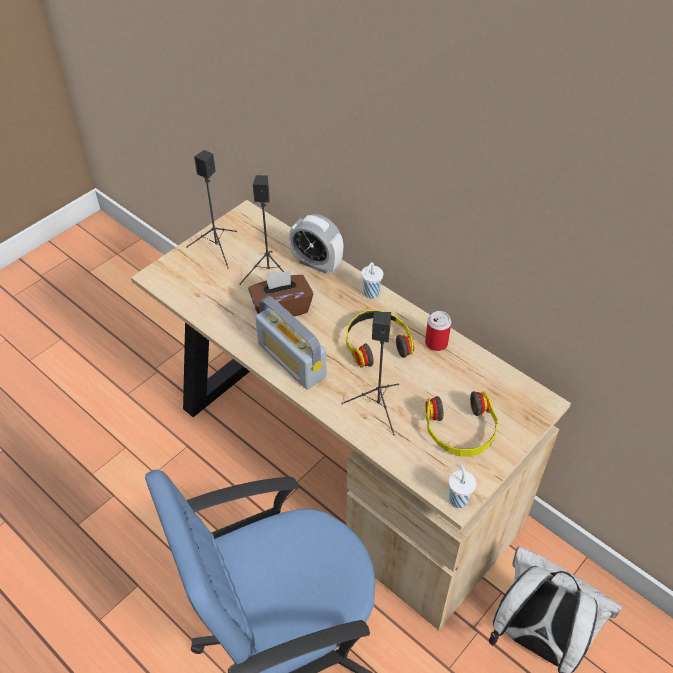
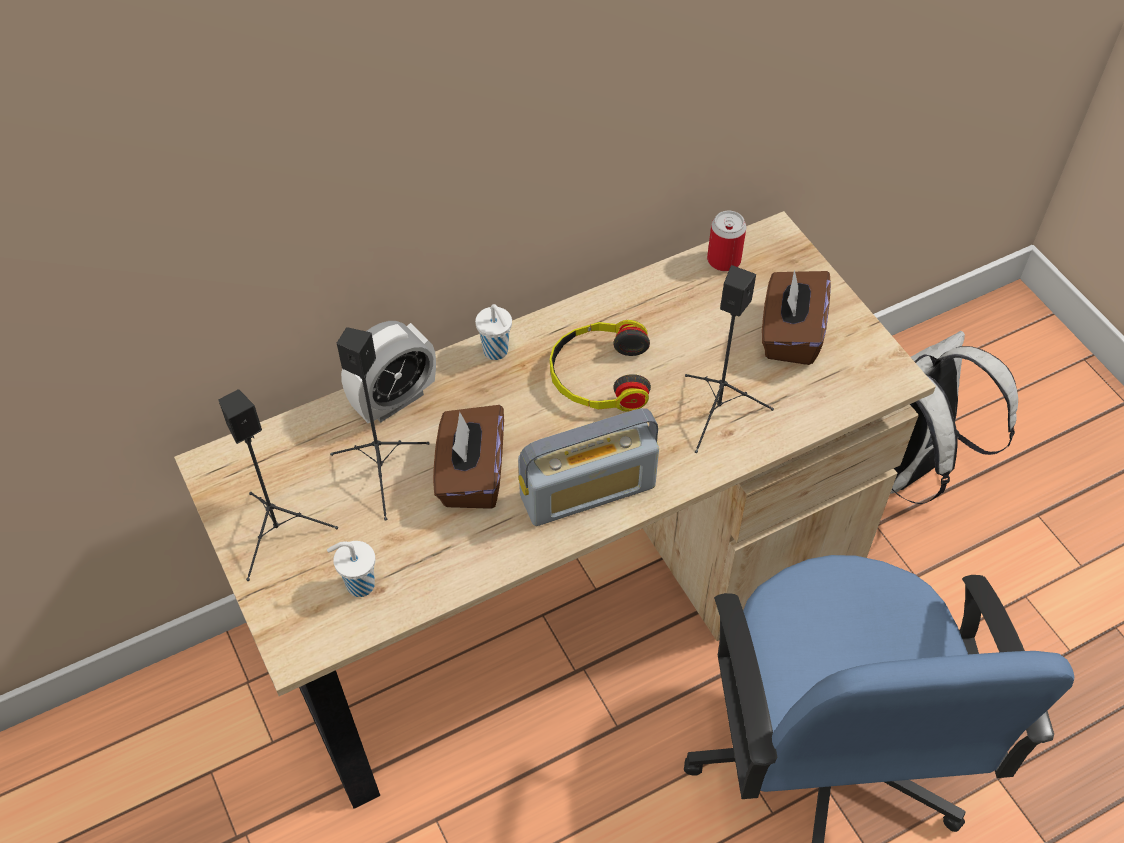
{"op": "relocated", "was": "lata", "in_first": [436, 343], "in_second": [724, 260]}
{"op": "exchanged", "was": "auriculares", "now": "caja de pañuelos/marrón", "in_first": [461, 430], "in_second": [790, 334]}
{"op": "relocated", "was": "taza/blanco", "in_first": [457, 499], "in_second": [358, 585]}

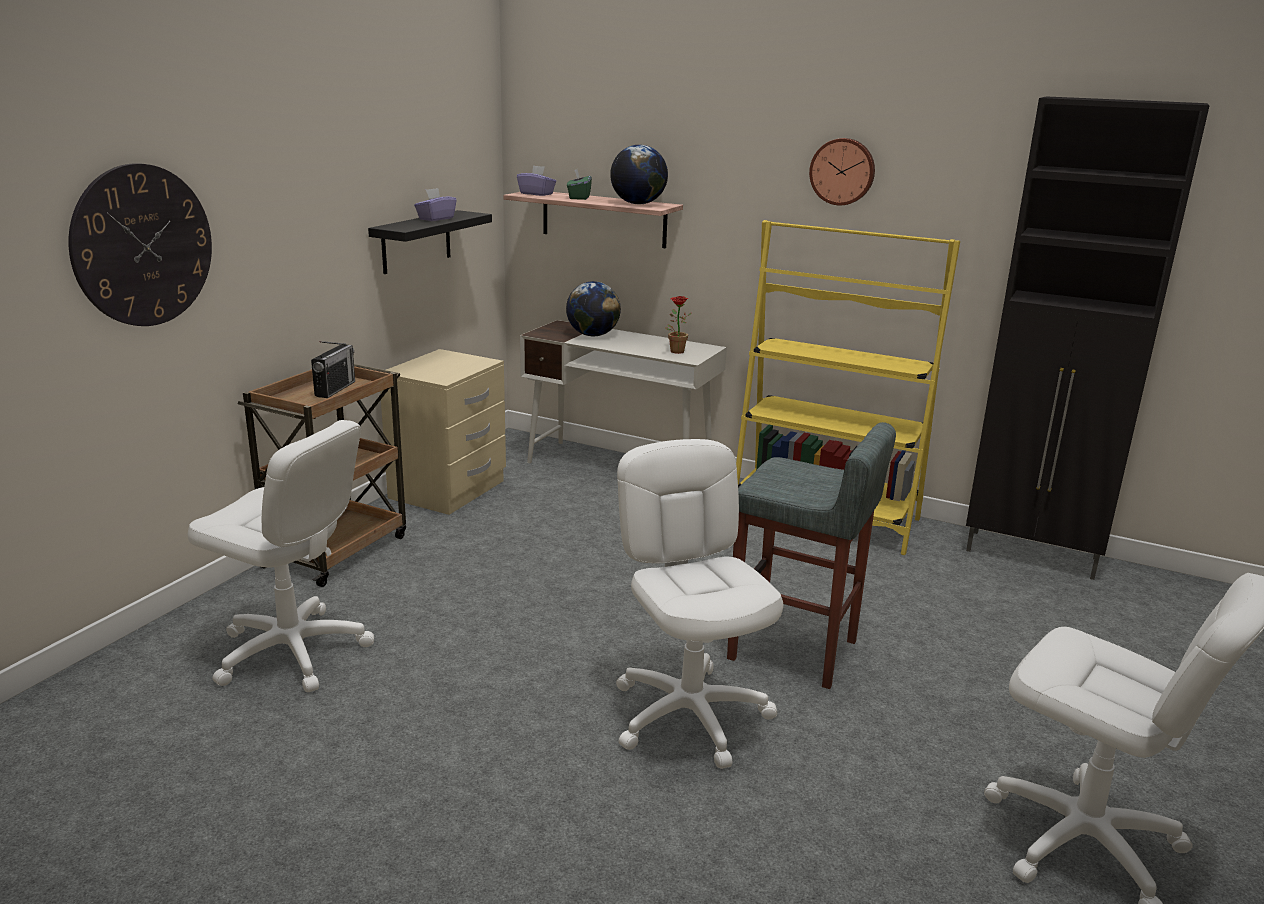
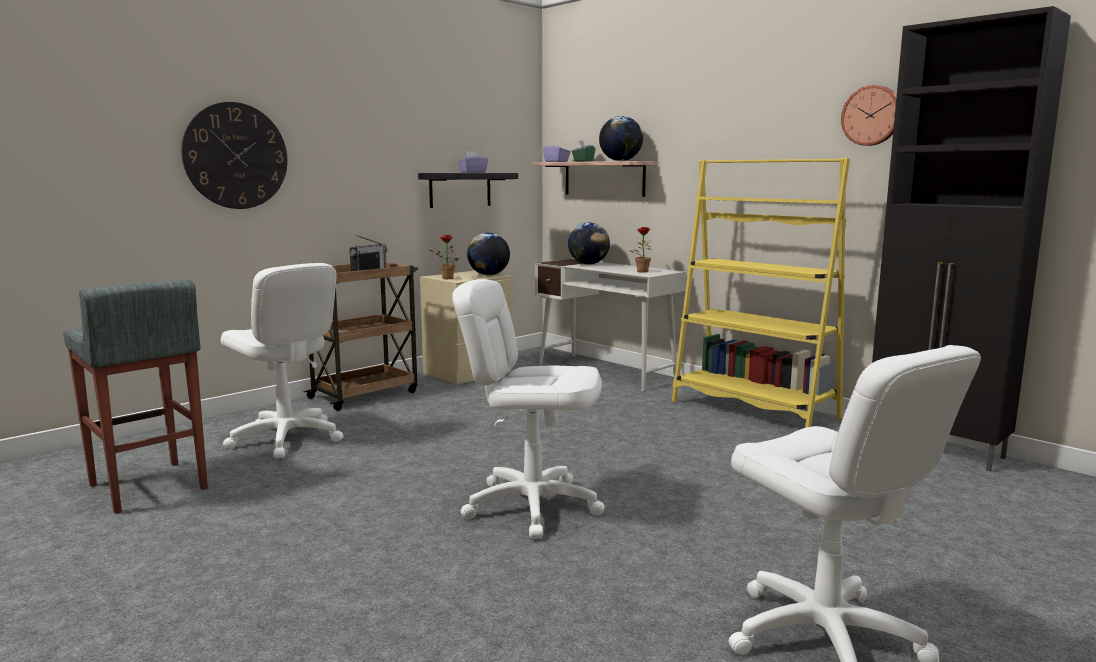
{"op": "relocated", "was": "reloj de pared", "in_first": [842, 171], "in_second": [872, 115]}
{"op": "relocated", "was": "taburete/gris", "in_first": [794, 651], "in_second": [147, 487]}
{"op": "spun", "was": "silla de oficina/blanco", "in_first": [690, 715], "in_second": [532, 506], "clockwise": -75}
{"op": "appeared", "now": "globo terráqueo", "in_second": [488, 275]}
{"op": "appeared", "now": "planta en maceta", "in_second": [445, 278]}

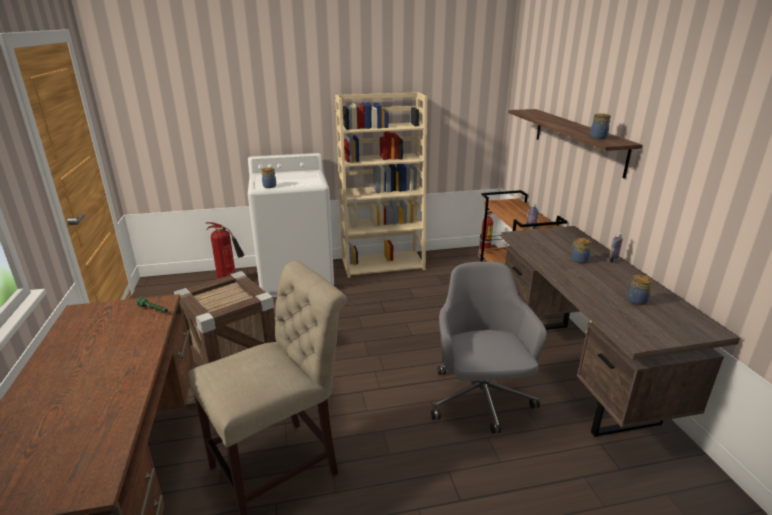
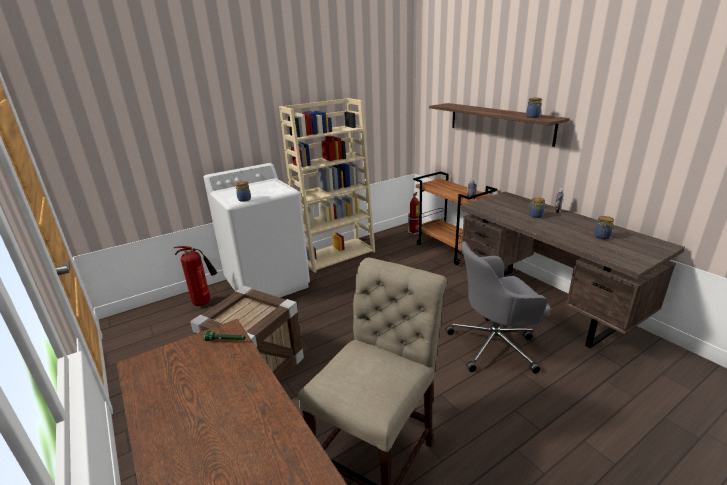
{"op": "spun", "was": "silla de oficina/gris", "in_first": [480, 400], "in_second": [495, 345], "clockwise": -75}

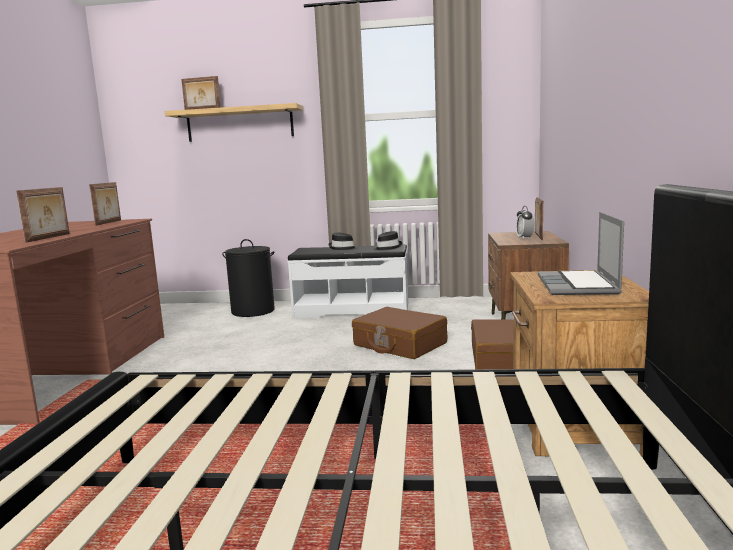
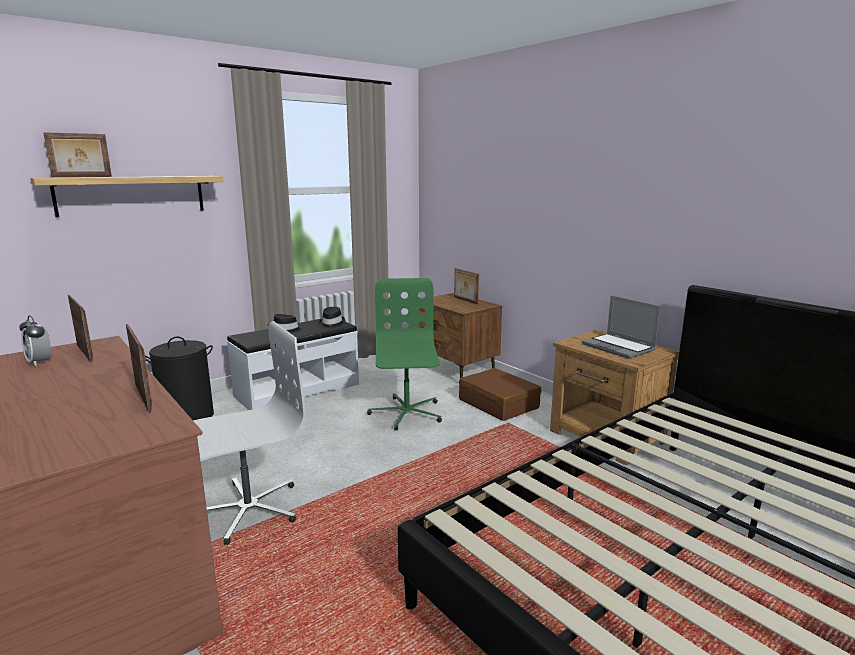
{"op": "relocated", "was": "despertador", "in_first": [524, 238], "in_second": [39, 362]}
{"op": "exchanged", "was": "maleta/marrón", "now": "silla de oficina/verde", "in_first": [399, 344], "in_second": [406, 413]}
{"op": "appeared", "now": "silla de oficina/blanco", "in_second": [247, 509]}

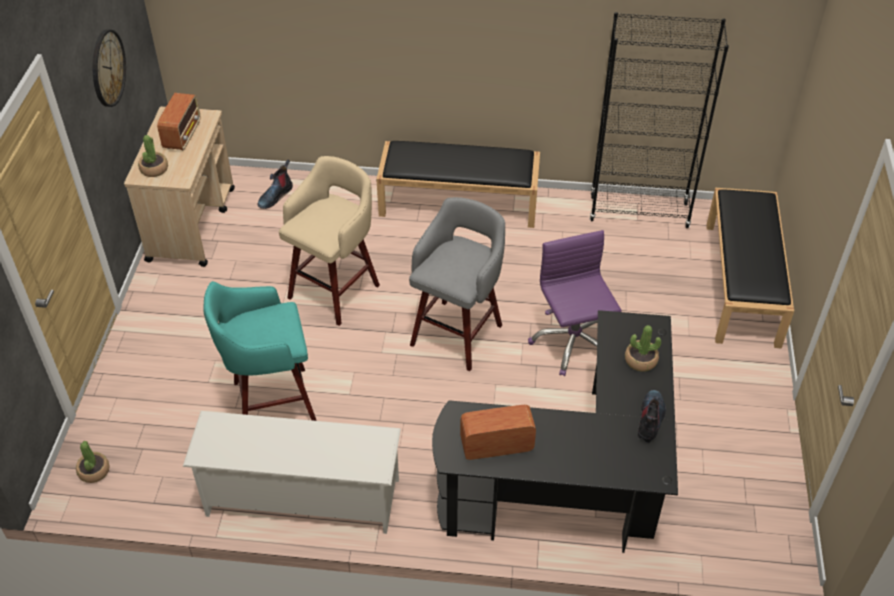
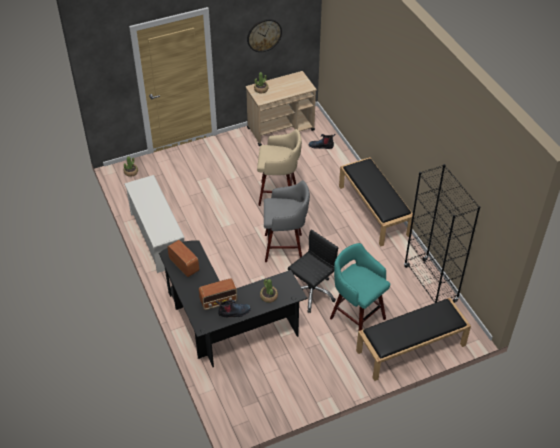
{"op": "relocated", "was": "radio", "in_first": [183, 135], "in_second": [219, 301]}
{"op": "colour", "was": "silla de oficina/morado", "now": "silla de oficina/negro", "in_first": [572, 343], "in_second": [311, 292]}
{"op": "relocated", "was": "taburete/turquesa", "in_first": [271, 402], "in_second": [356, 317]}

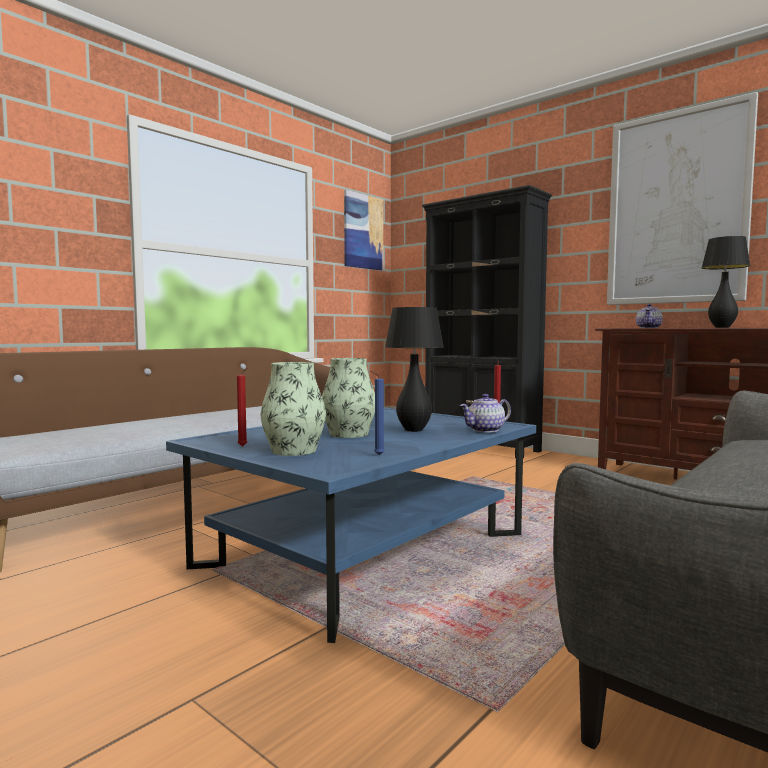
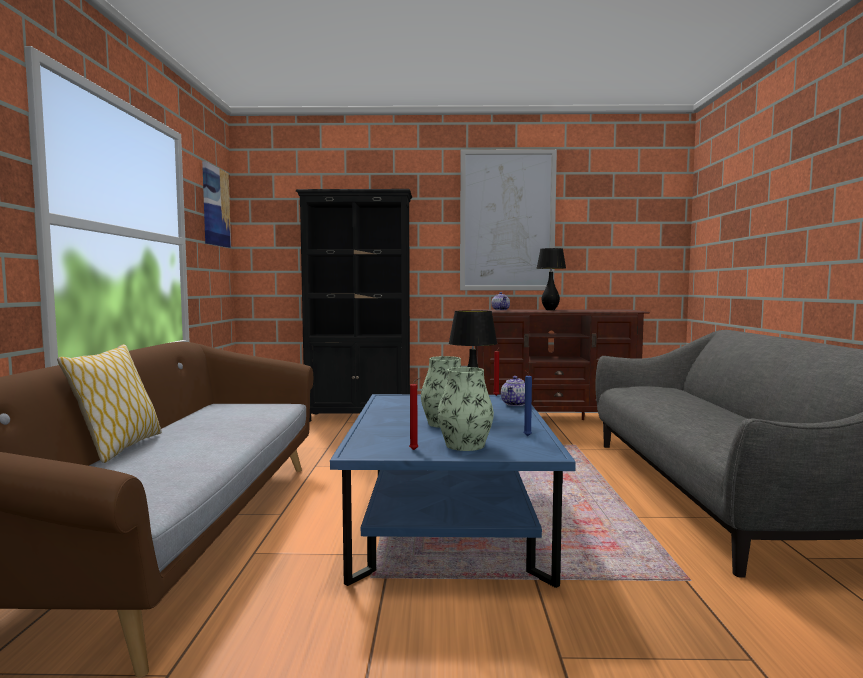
{"op": "appeared", "now": "cojín", "in_second": [119, 448]}

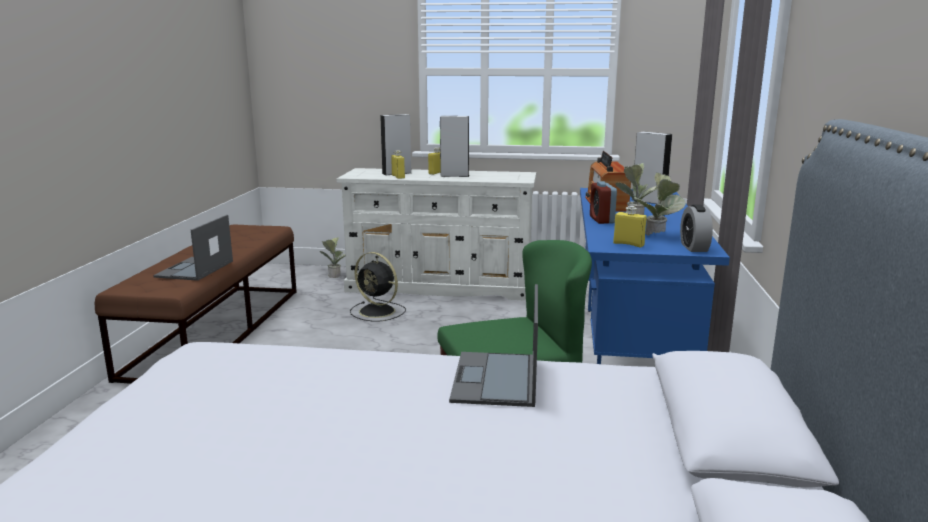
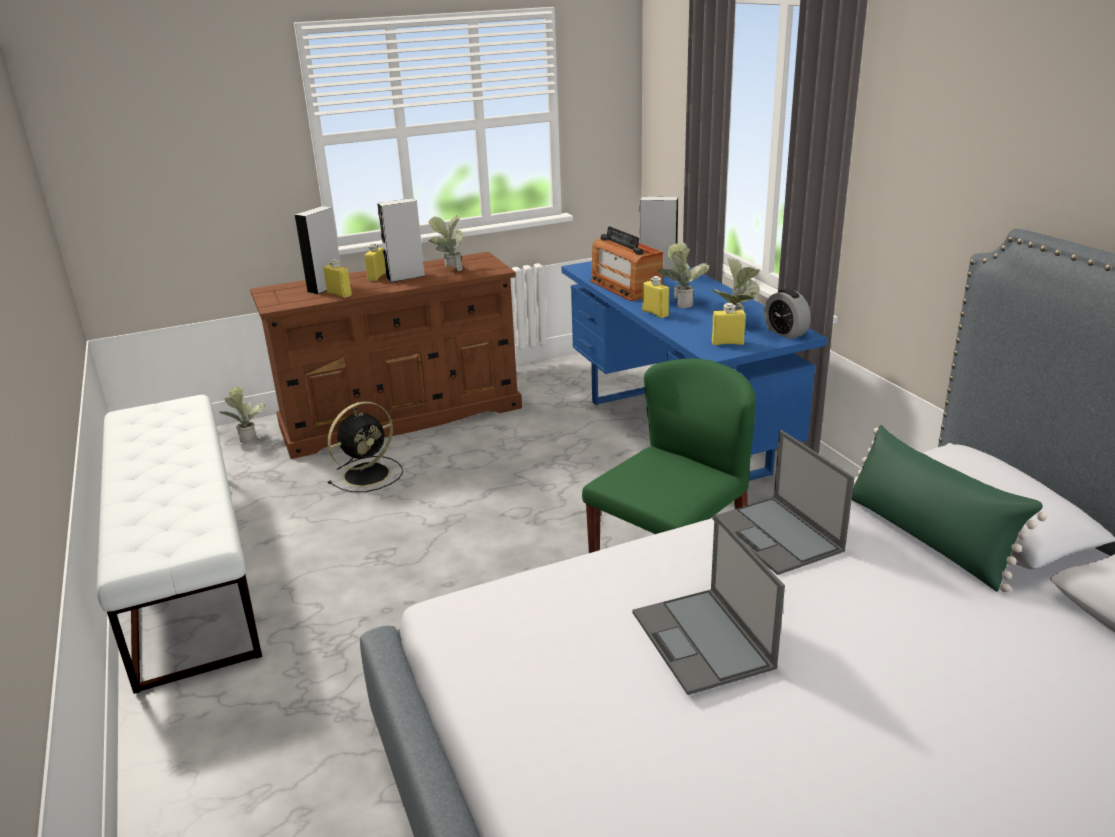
{"op": "colour", "was": "cómoda/blanco", "now": "cómoda/marrón", "in_first": [441, 286], "in_second": [403, 416]}
{"op": "exchanged", "was": "despertador", "now": "botella/amarillo", "in_first": [601, 220], "in_second": [655, 313]}
{"op": "relocated", "was": "portátil", "in_first": [194, 269], "in_second": [703, 641]}
{"op": "colour", "was": "banco/marrón", "now": "banco/blanco", "in_first": [217, 330], "in_second": [187, 567]}
{"op": "spun", "was": "ventilador/negro", "in_first": [378, 311], "in_second": [368, 474], "clockwise": -45}
{"op": "appeared", "now": "planta en maceta", "in_second": [449, 270]}
{"op": "appeared", "now": "cojín/verde", "in_second": [926, 538]}

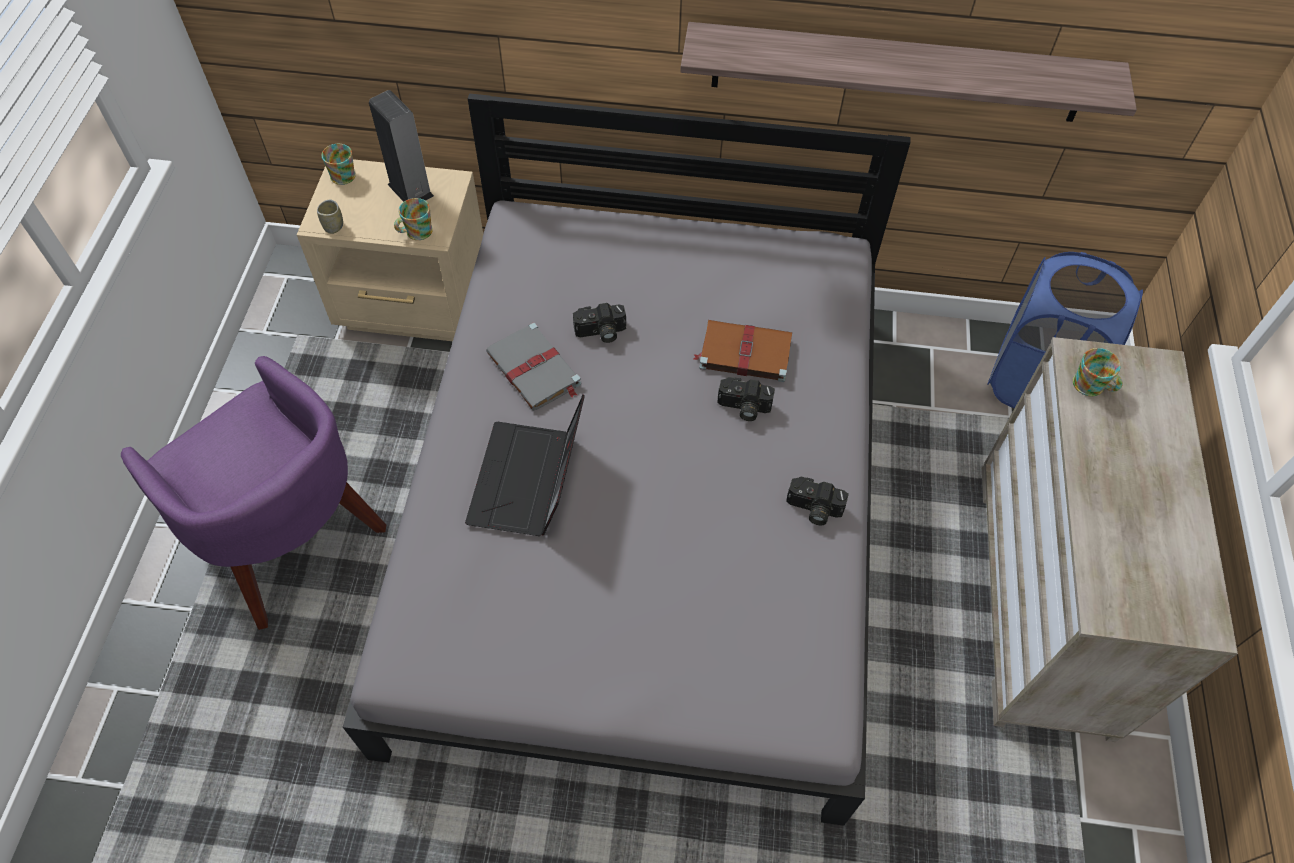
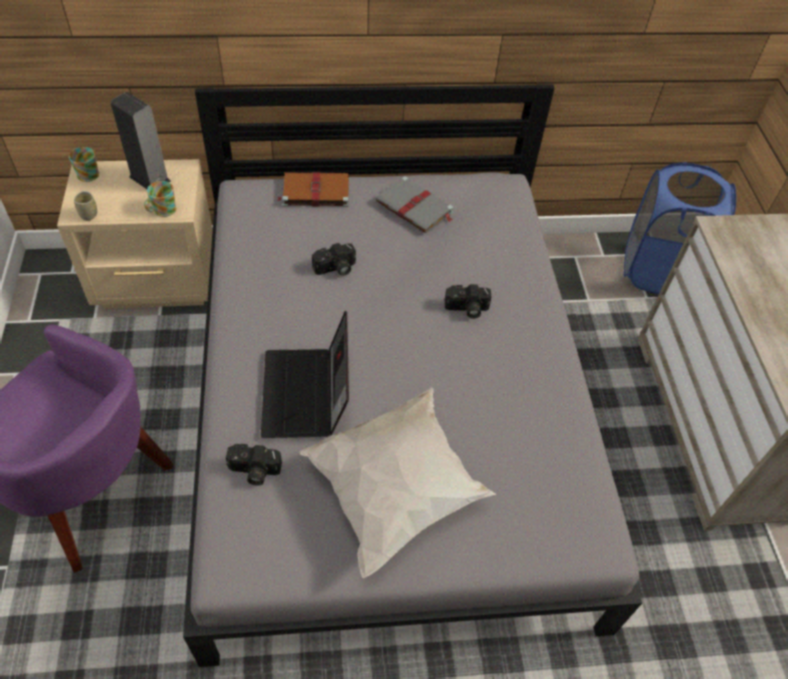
{"op": "missing", "was": "estante", "in_first": [897, 72]}
{"op": "relocated", "was": "libro/marrón", "in_first": [743, 352], "in_second": [314, 191]}
{"op": "relocated", "was": "libro/gris", "in_first": [535, 370], "in_second": [415, 208]}
{"op": "missing", "was": "taza grande", "in_first": [1092, 387]}
{"op": "relocated", "was": "cámara", "in_first": [813, 509], "in_second": [253, 471]}
{"op": "appeared", "now": "cojín/blanco", "in_second": [396, 489]}

